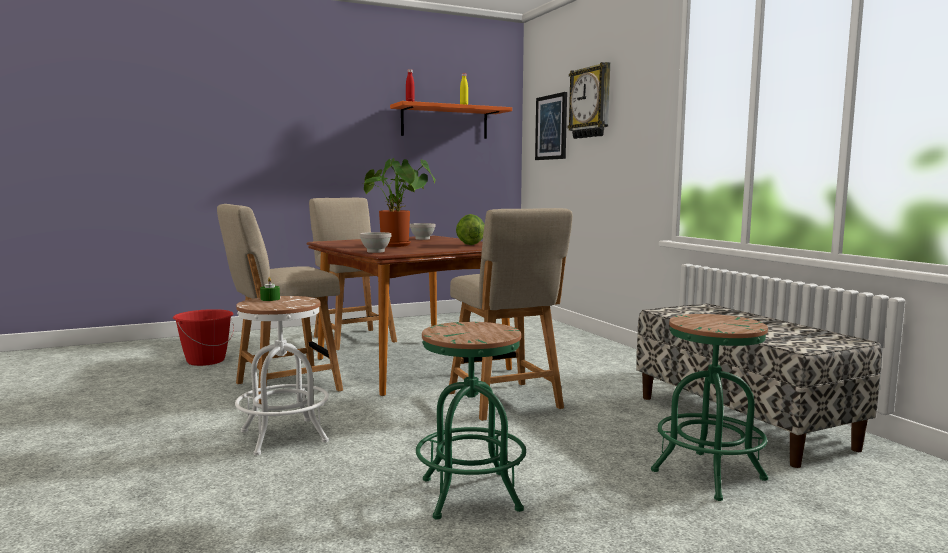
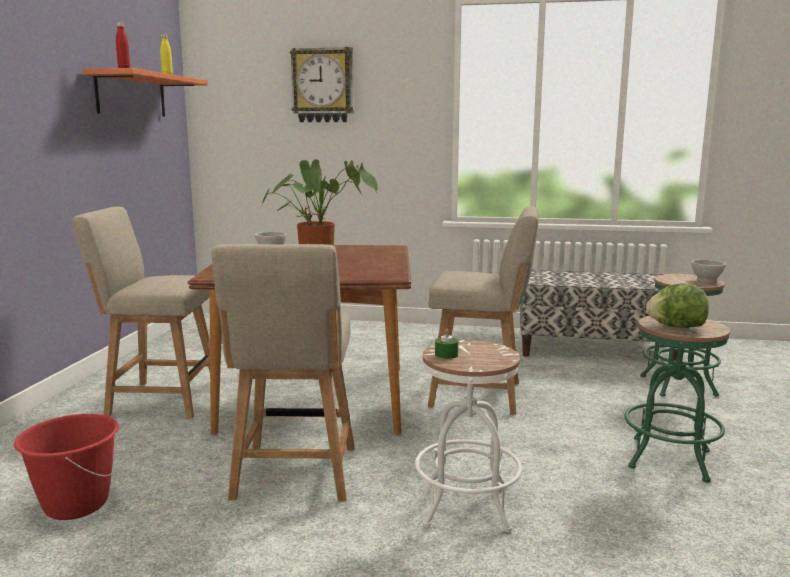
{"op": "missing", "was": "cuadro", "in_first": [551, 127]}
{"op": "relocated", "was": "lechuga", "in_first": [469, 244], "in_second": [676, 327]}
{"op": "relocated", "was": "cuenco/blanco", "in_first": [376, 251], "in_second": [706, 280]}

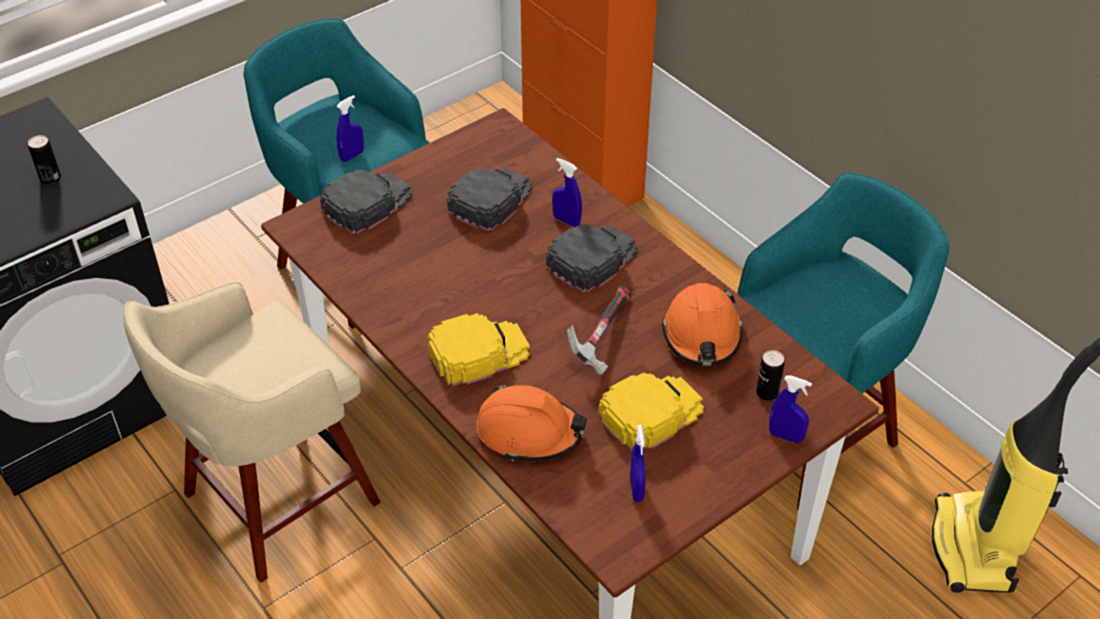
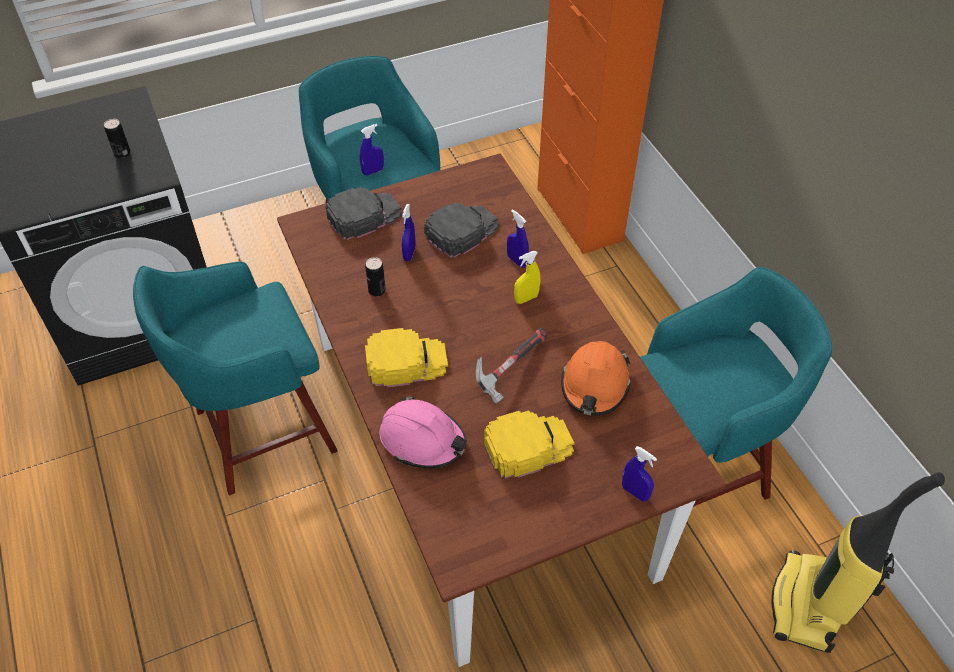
{"op": "exchanged", "was": "gorra/negro", "now": "pulverizador/amarillo", "in_first": [592, 259], "in_second": [526, 298]}
{"op": "colour", "was": "taburete/beis", "now": "taburete/turquesa", "in_first": [275, 501], "in_second": [260, 432]}
{"op": "relocated", "was": "lata", "in_first": [767, 393], "in_second": [377, 290]}
{"op": "colour", "was": "casco/naranja", "now": "casco/rosa", "in_first": [529, 432], "in_second": [423, 440]}
{"op": "relocated", "was": "pulverizador/azul", "in_first": [636, 489], "in_second": [409, 254]}

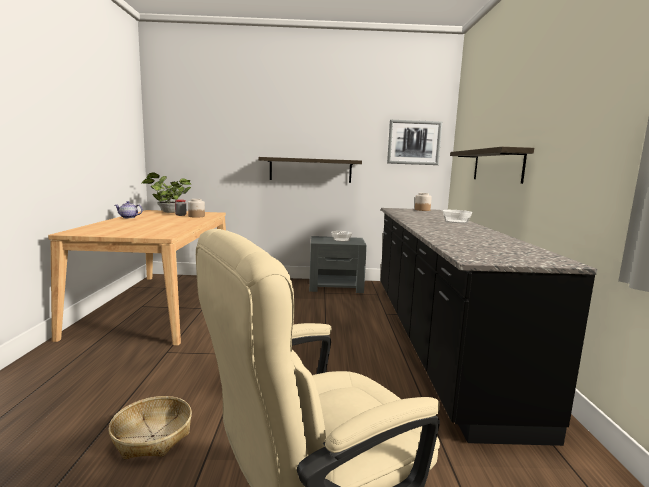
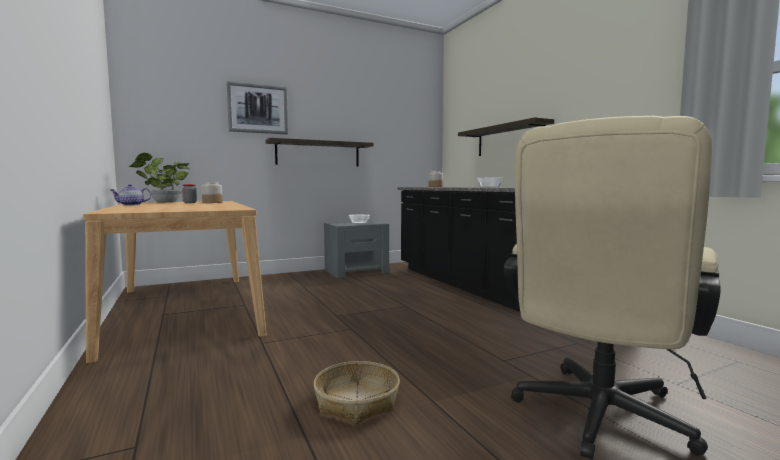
{"op": "relocated", "was": "cuadro", "in_first": [414, 142], "in_second": [258, 109]}

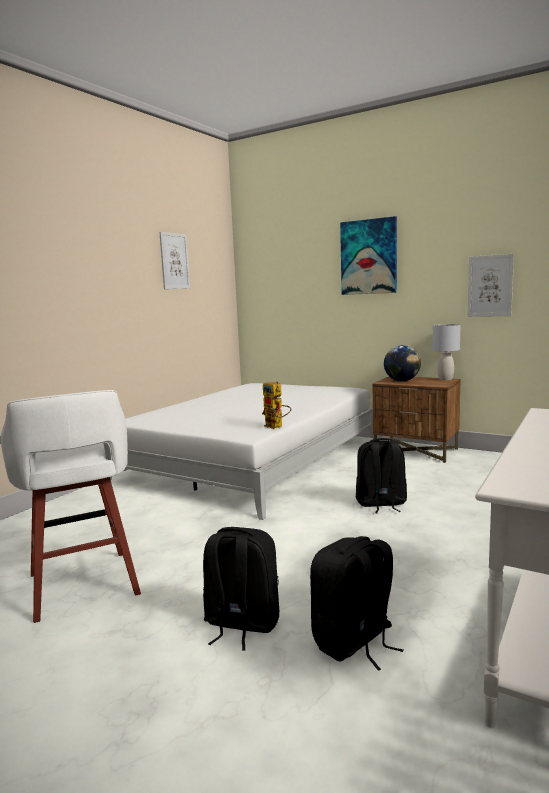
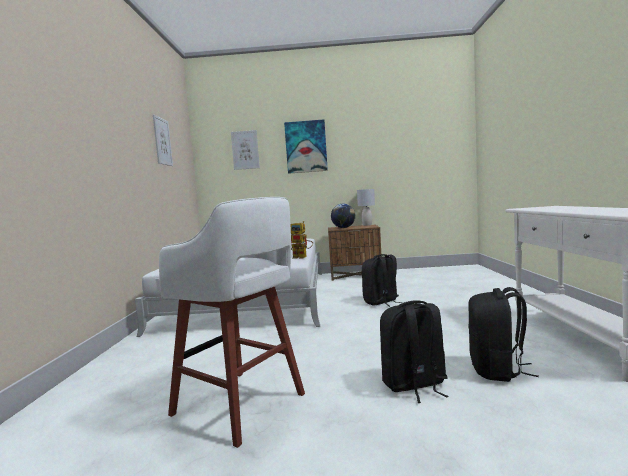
{"op": "relocated", "was": "cuadro", "in_first": [490, 286], "in_second": [245, 150]}

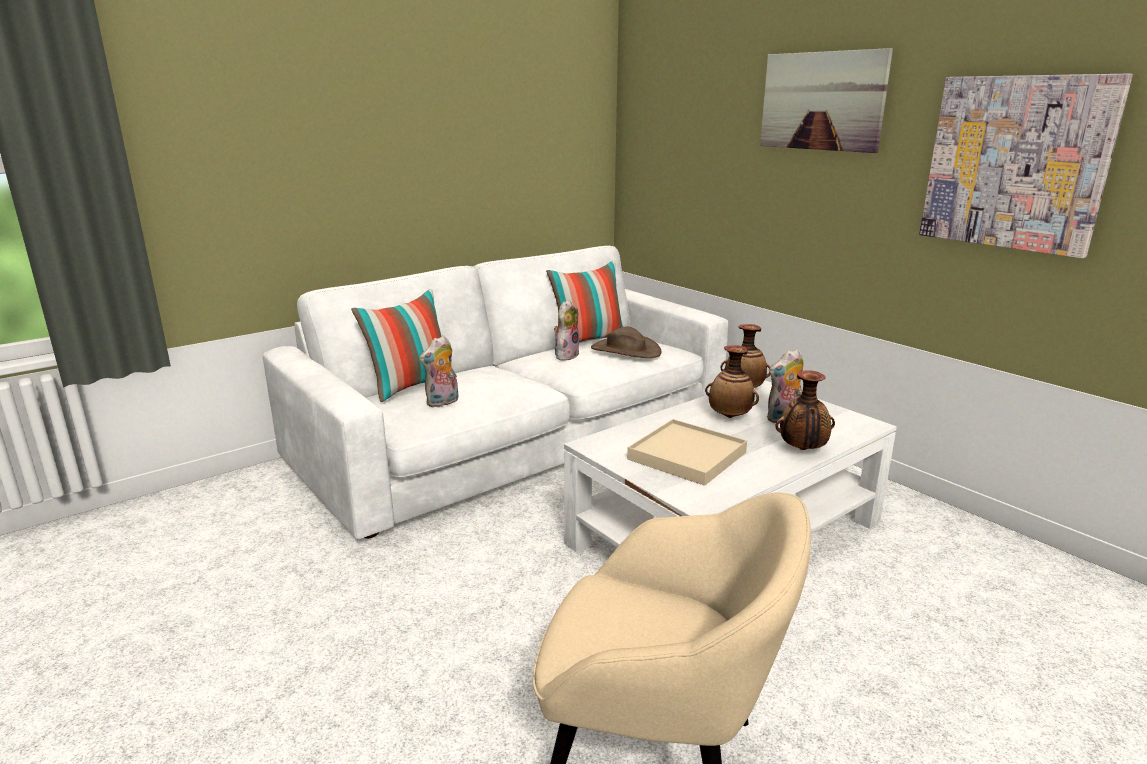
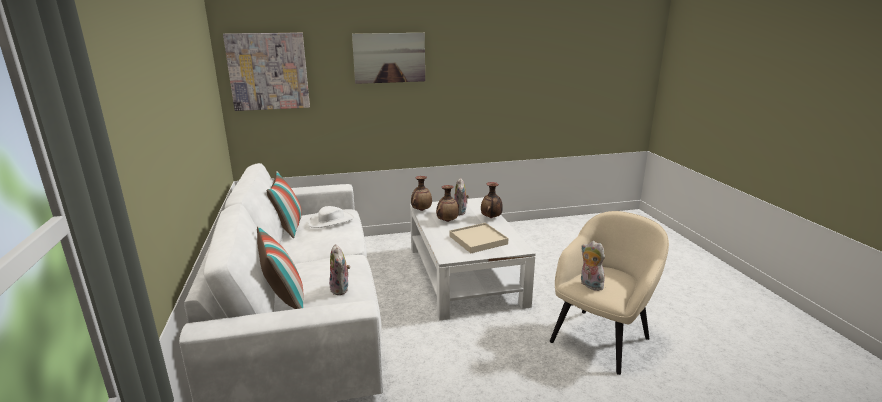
{"op": "relocated", "was": "cuadro", "in_first": [1015, 163], "in_second": [268, 71]}
{"op": "relocated", "was": "peluche", "in_first": [566, 355], "in_second": [589, 285]}
{"op": "colour", "was": "sombrero/marrón", "now": "sombrero/blanco", "in_first": [625, 350], "in_second": [331, 221]}

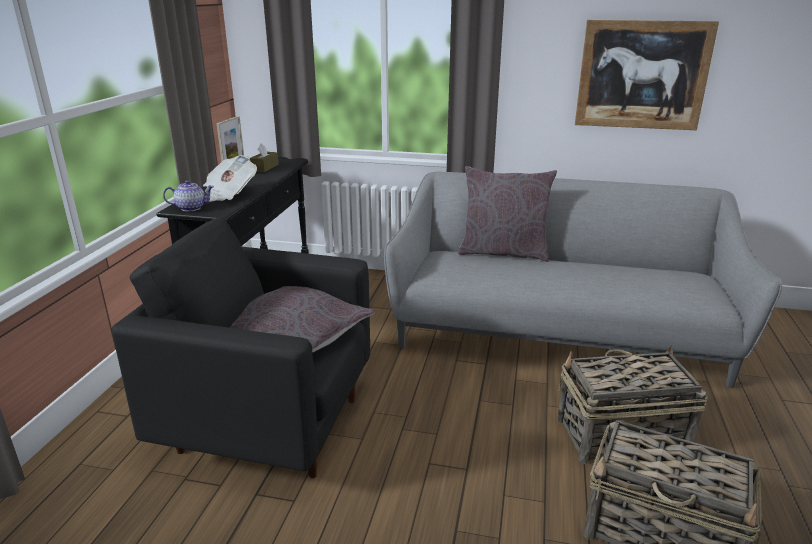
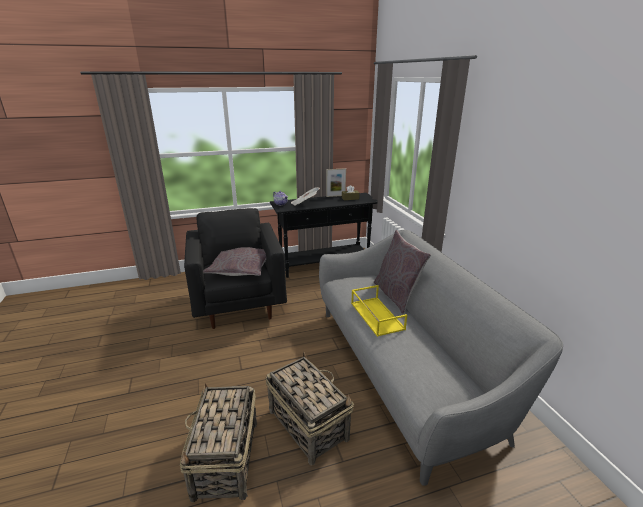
{"op": "missing", "was": "cuadro", "in_first": [642, 75]}
{"op": "appeared", "now": "bandeja/amarillo", "in_second": [376, 315]}

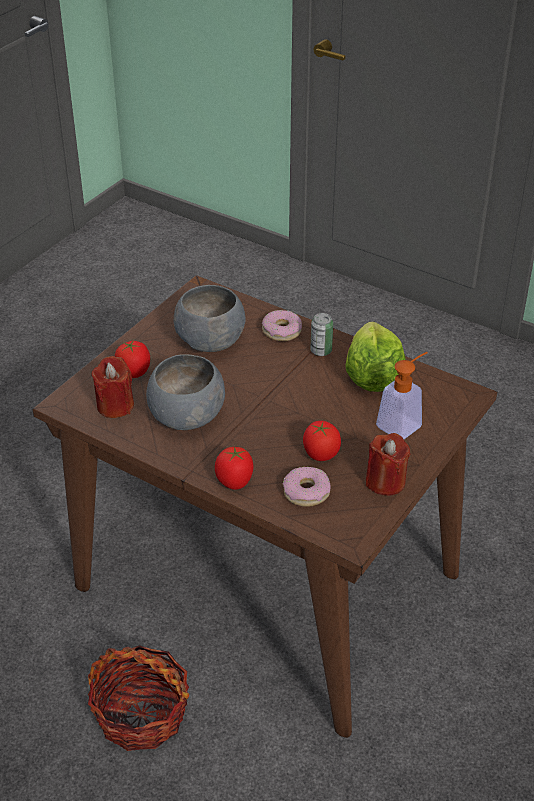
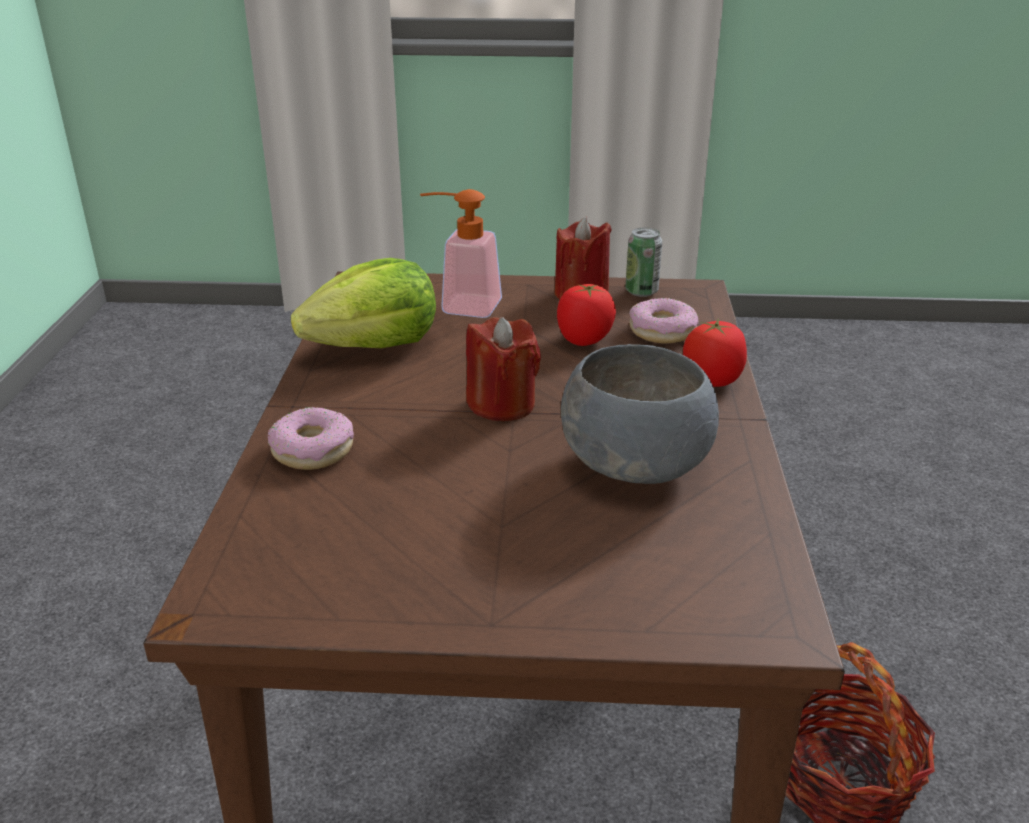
{"op": "missing", "was": "cuenco/gris", "in_first": [211, 340]}
{"op": "relocated", "was": "lata", "in_first": [321, 351], "in_second": [641, 291]}
{"op": "missing", "was": "tomate", "in_first": [134, 372]}
{"op": "relocated", "was": "vela/rojo", "in_first": [115, 406], "in_second": [501, 404]}

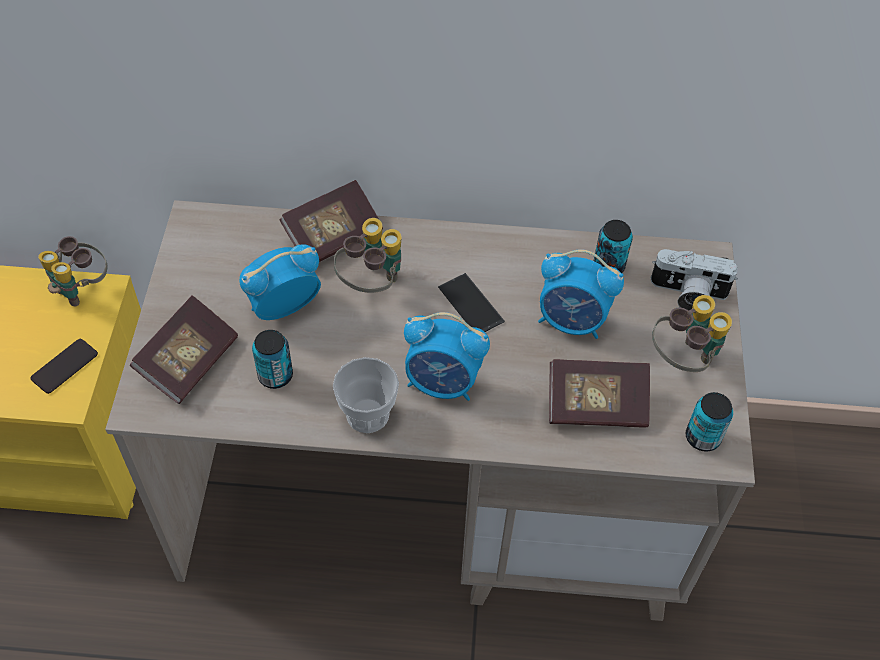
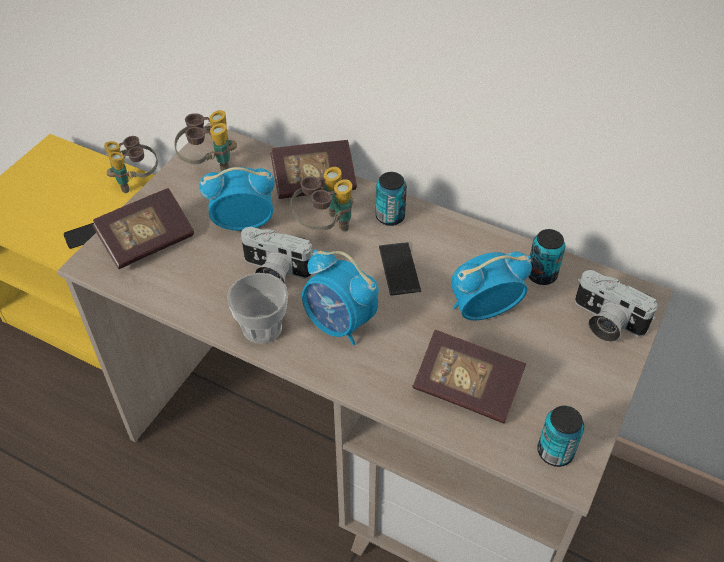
{"op": "spun", "was": "despertador", "in_first": [572, 321], "in_second": [482, 310], "clockwise": 120}
{"op": "relocated", "was": "prismáticos", "in_first": [683, 359], "in_second": [209, 166]}
{"op": "relocated", "was": "lata", "in_first": [275, 376], "in_second": [390, 217]}
{"op": "appeared", "now": "cámara", "in_second": [274, 272]}

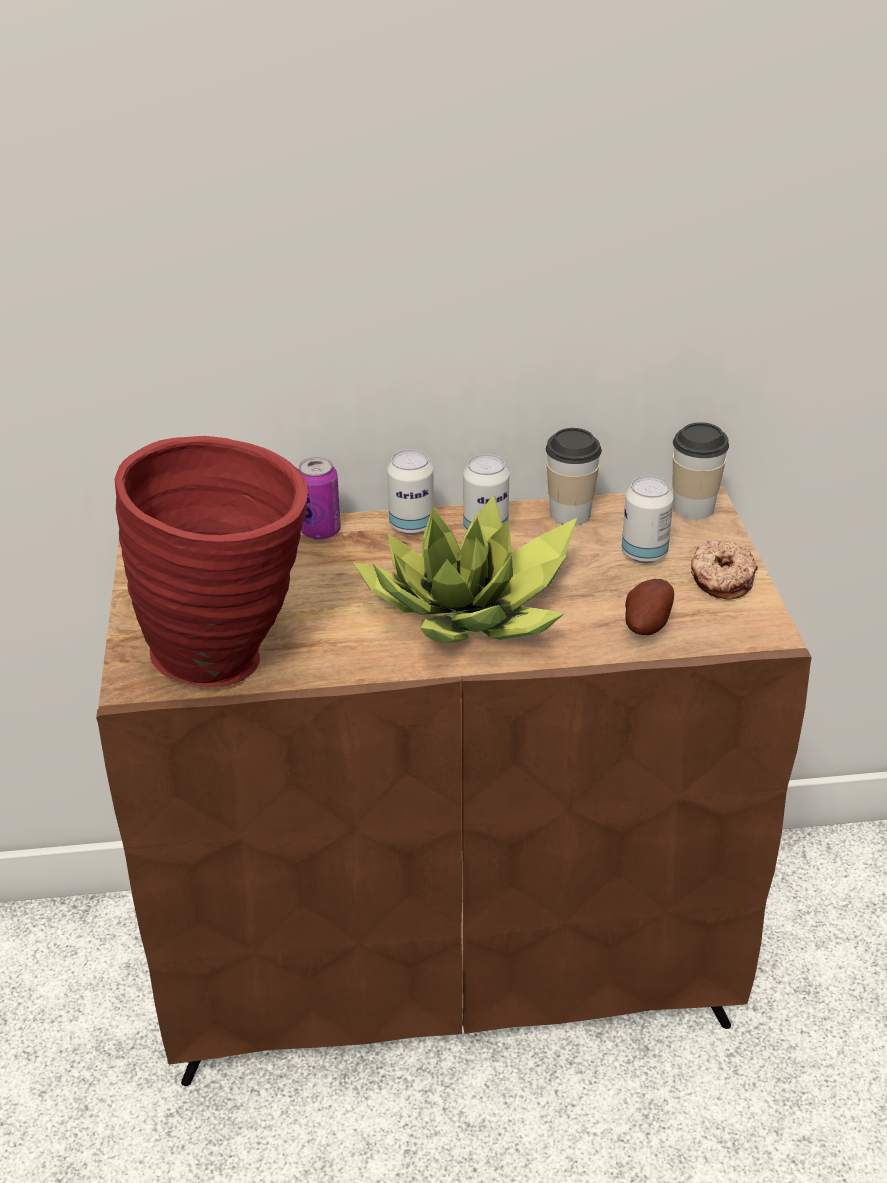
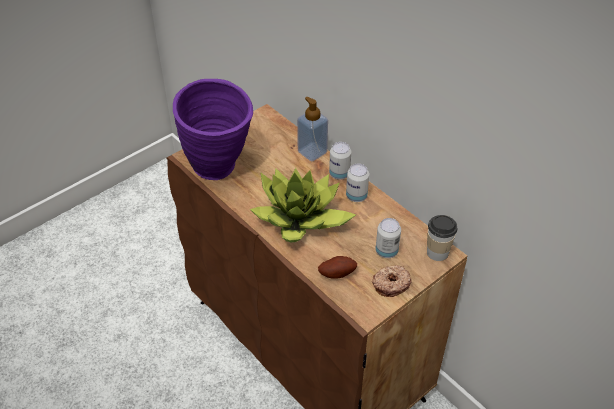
{"op": "missing", "was": "taza", "in_first": [570, 514]}
{"op": "colour", "was": "florero/rojo", "now": "florero/morado", "in_first": [234, 657], "in_second": [220, 171]}
{"op": "exchanged", "was": "lata", "now": "dispensador de jabón", "in_first": [320, 531], "in_second": [312, 152]}

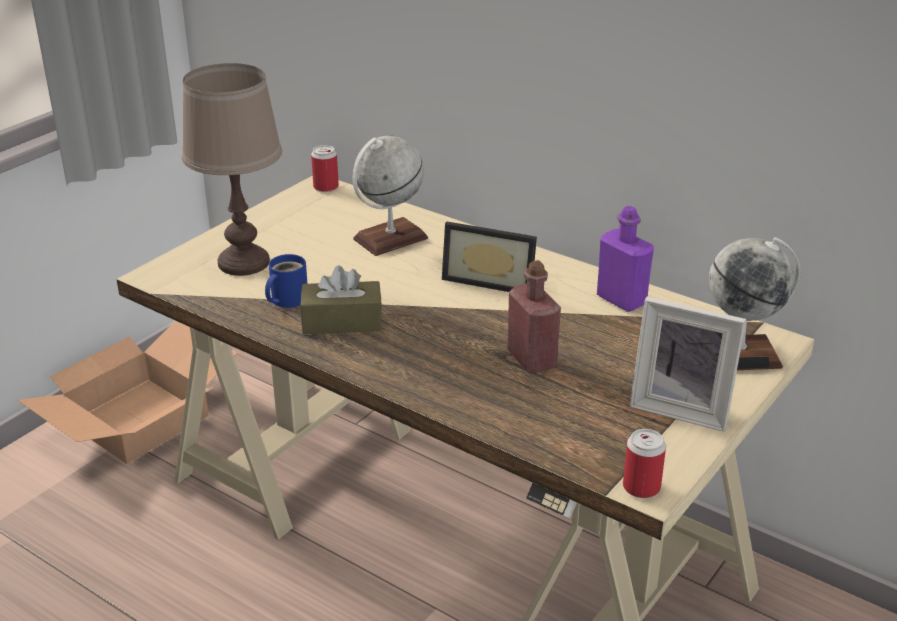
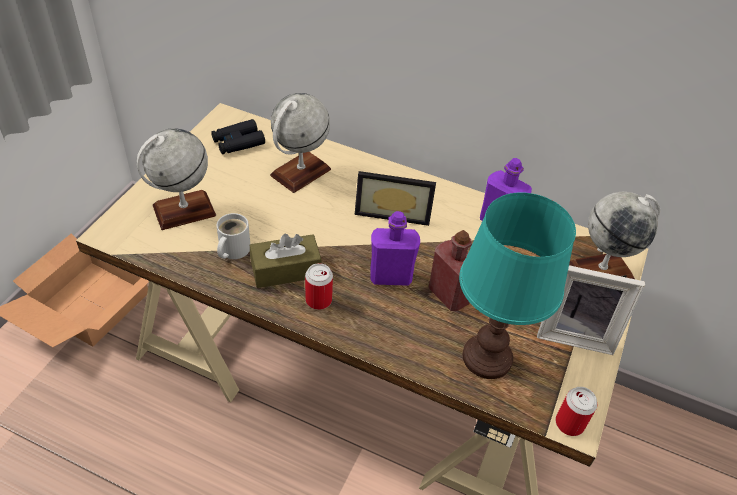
{"op": "exchanged", "was": "lámpara de mesa/marrón", "now": "globo terráqueo", "in_first": [243, 262], "in_second": [184, 211]}
{"op": "relocated", "was": "lata", "in_first": [326, 187], "in_second": [318, 300]}
{"op": "colour", "was": "taza grande/azul", "now": "taza grande/blanco", "in_first": [286, 299], "in_second": [232, 250]}
{"op": "appeared", "now": "prismáticos/negro", "in_second": [238, 142]}
{"op": "appeared", "now": "lámpara de mesa/turquesa", "in_second": [487, 358]}
{"op": "appeared", "now": "botella/morado", "in_second": [390, 276]}

